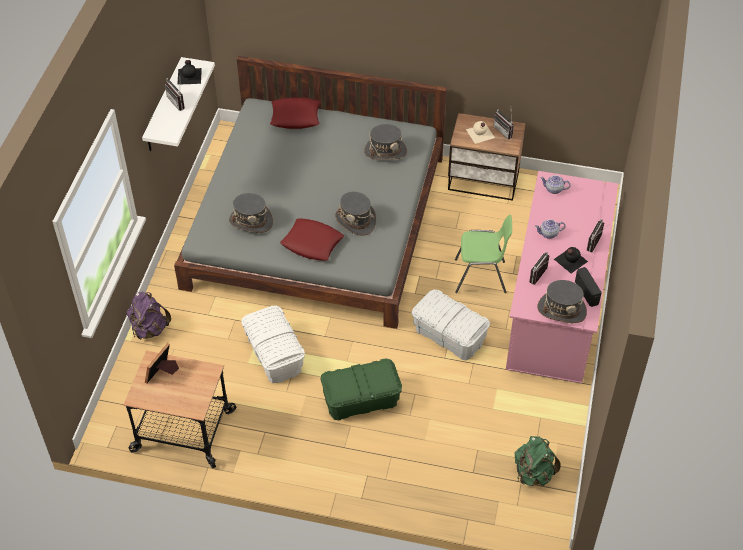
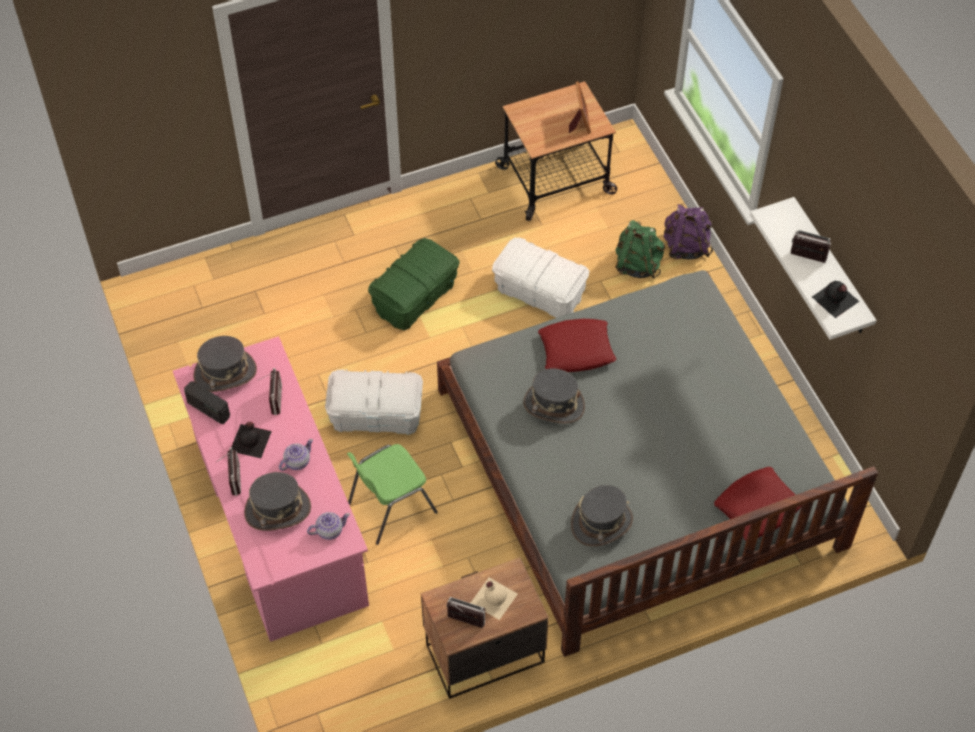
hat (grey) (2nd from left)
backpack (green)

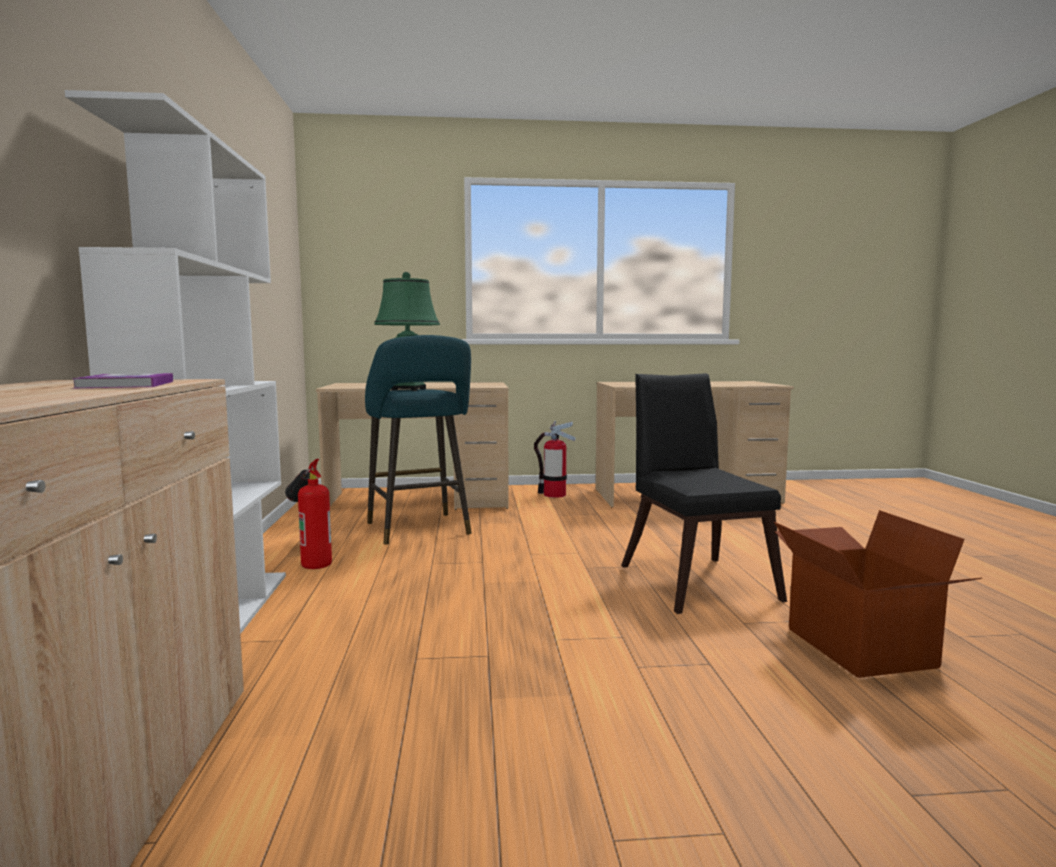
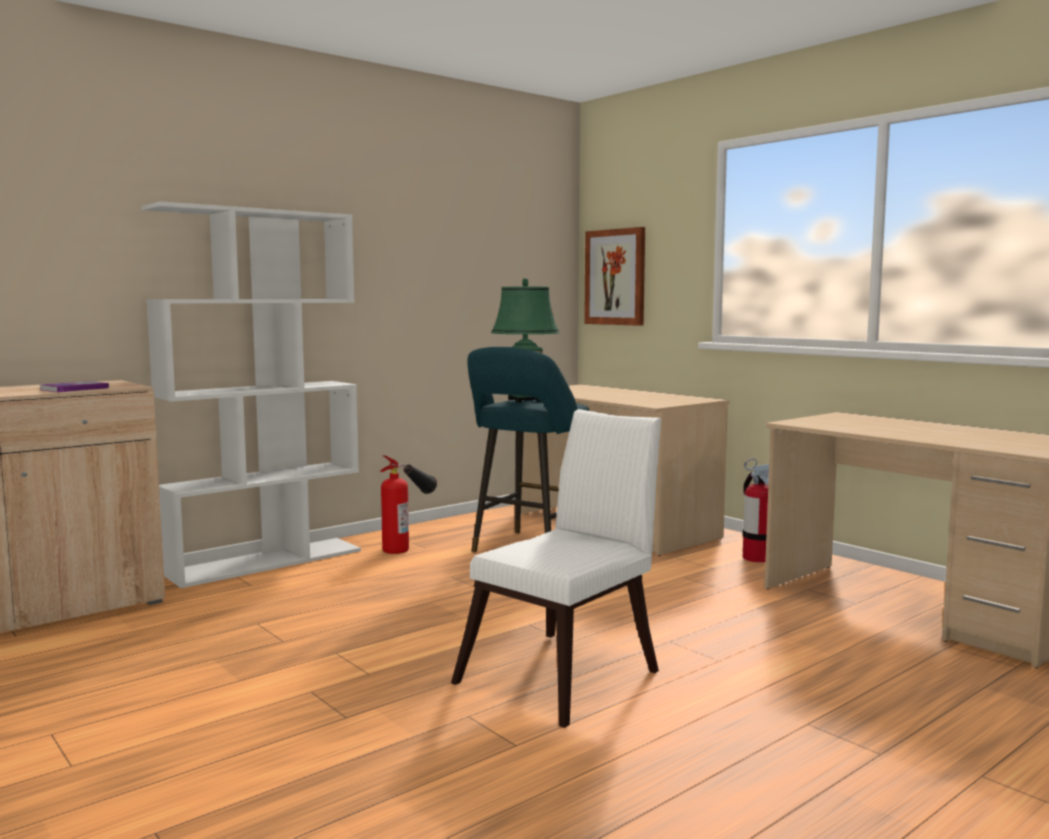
chair (white)
cardboard box
picture

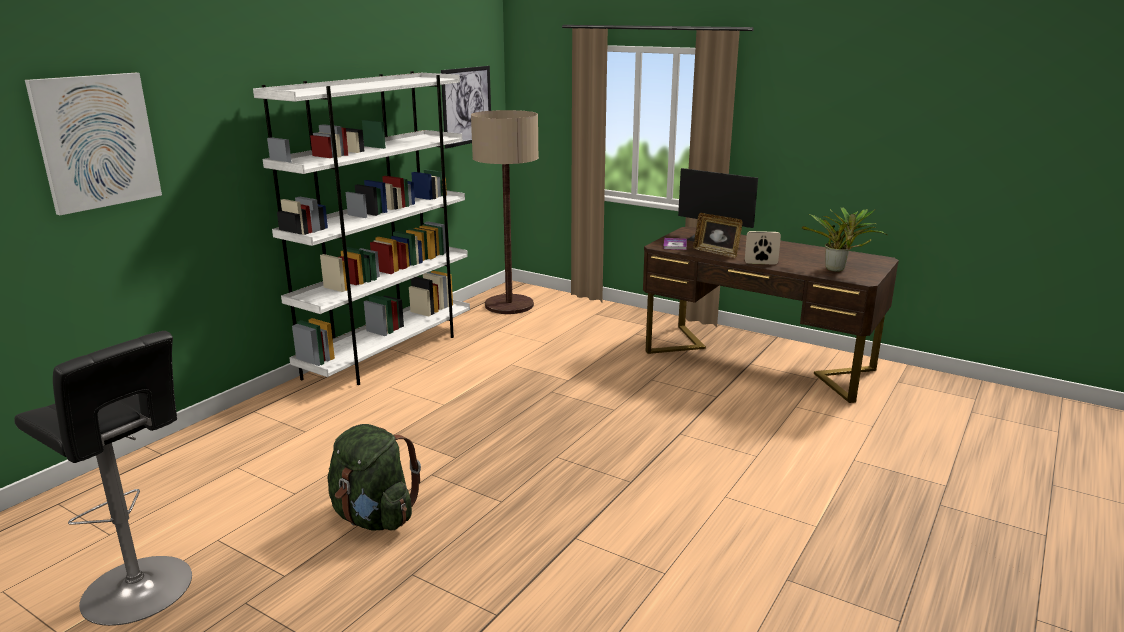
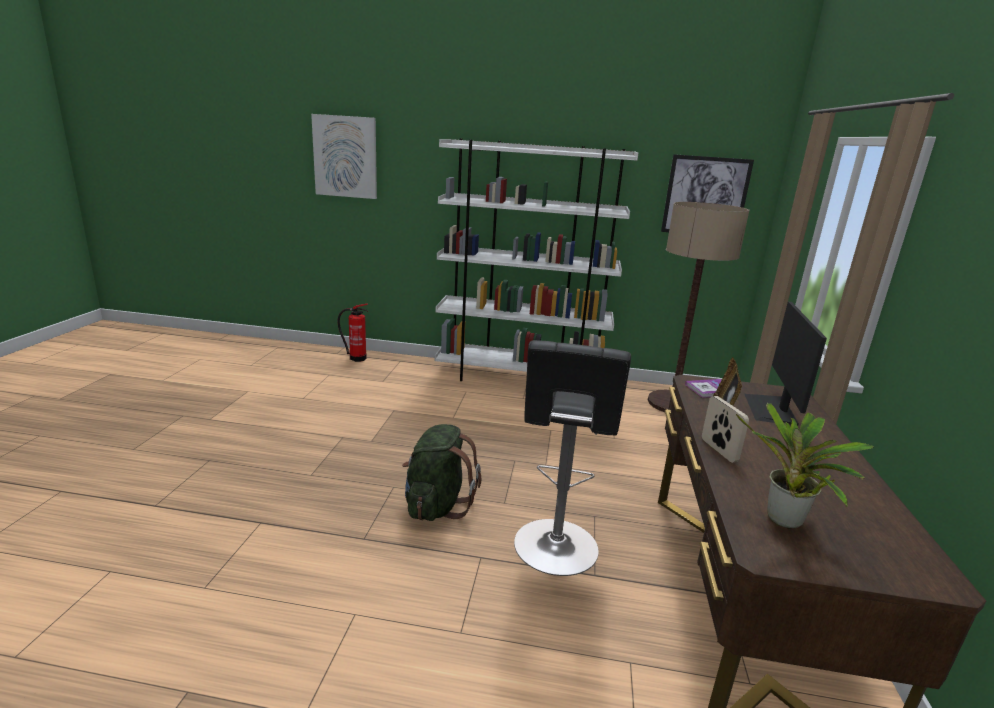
stool (black)
backpack (green)
fire extinguisher

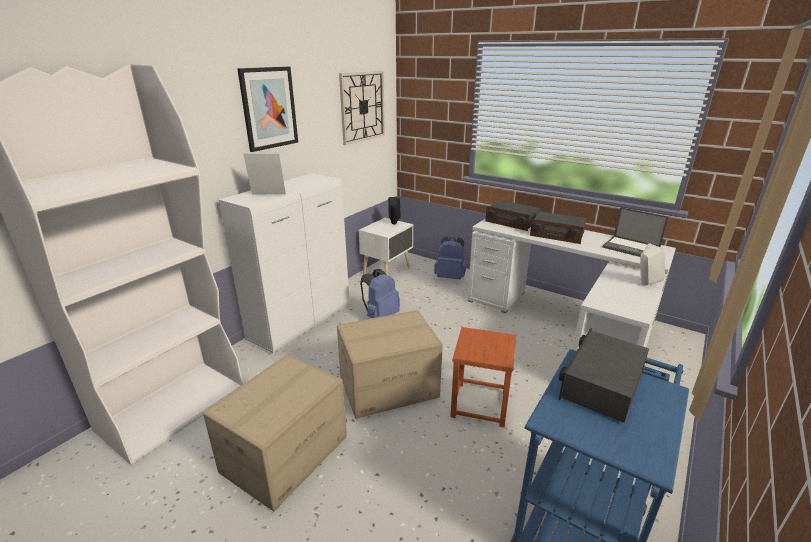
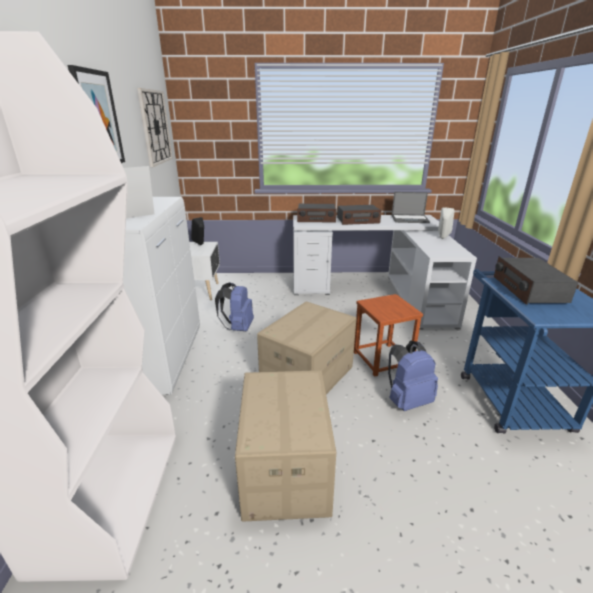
backpack (blue) (2nd from left)

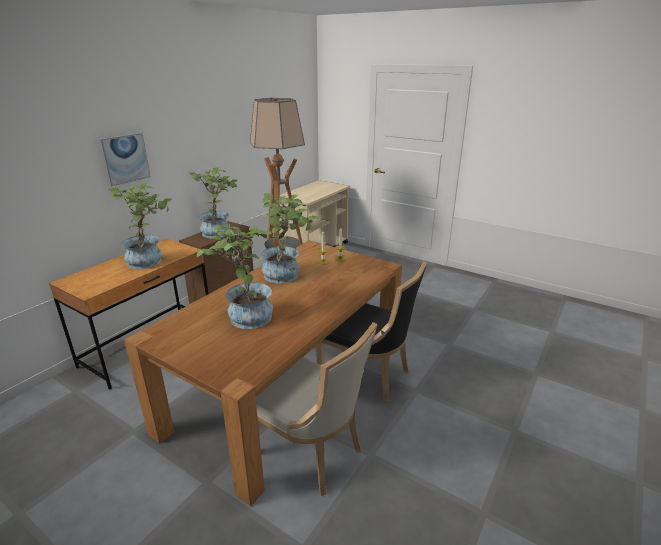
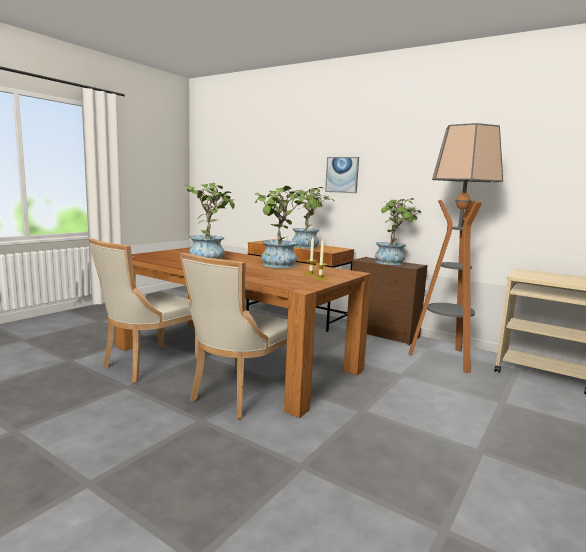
chair (beige) (2nd from left)

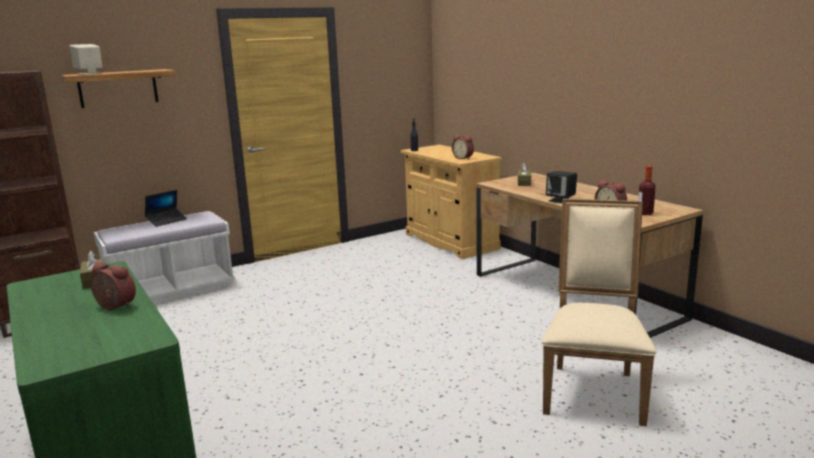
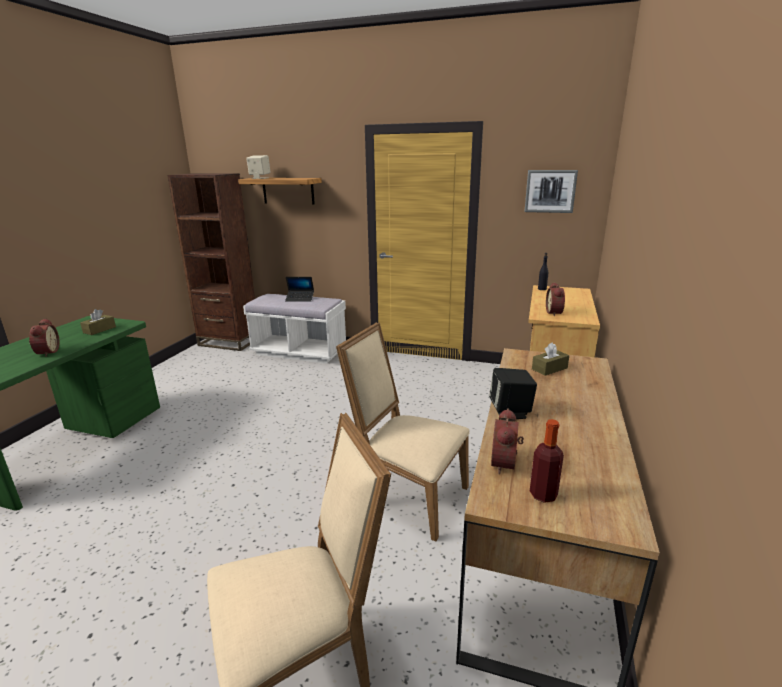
picture
chair (beige) (2nd from left)

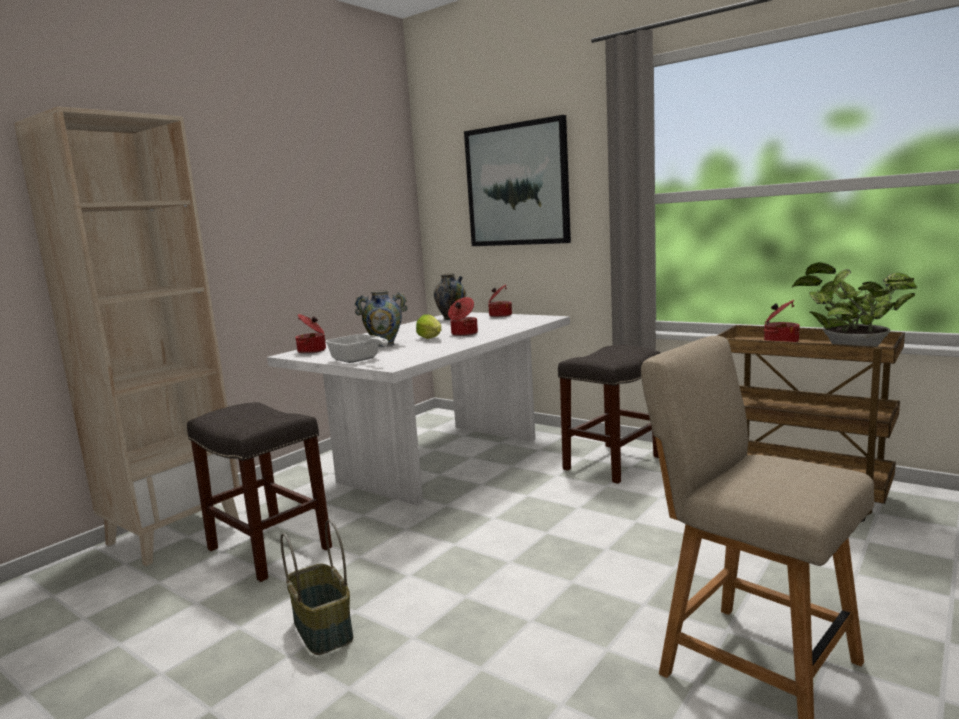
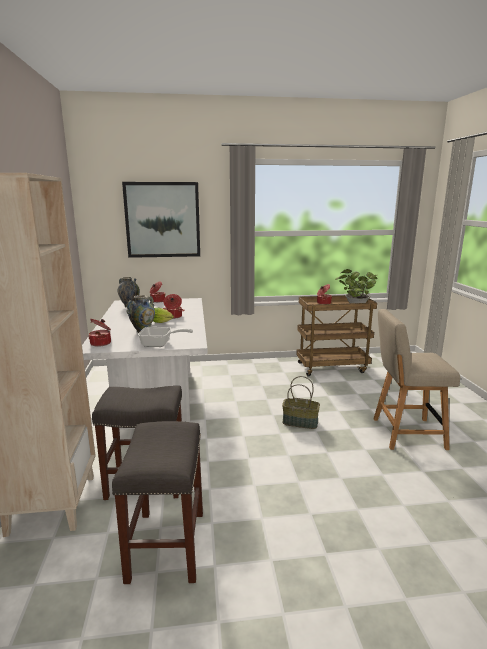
stool (grey) (2nd from left)
basket

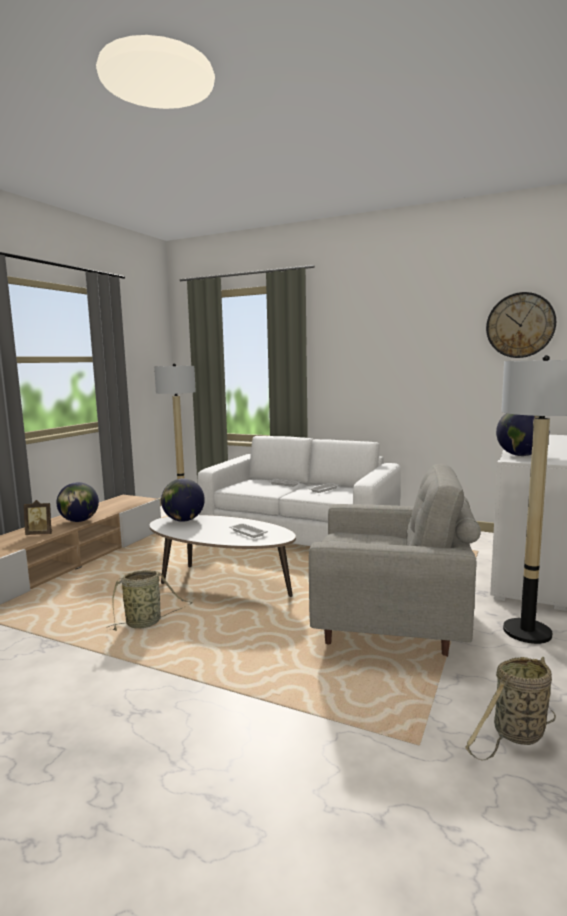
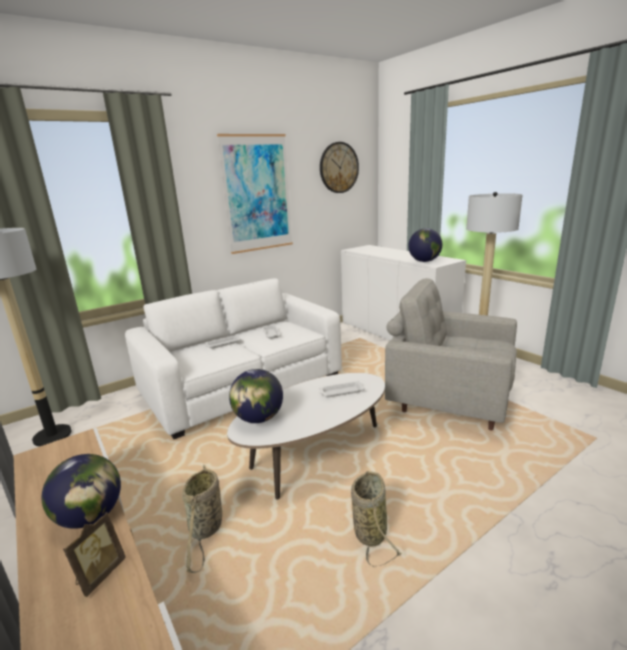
armchair (grey)
basket (1st from left)
picture

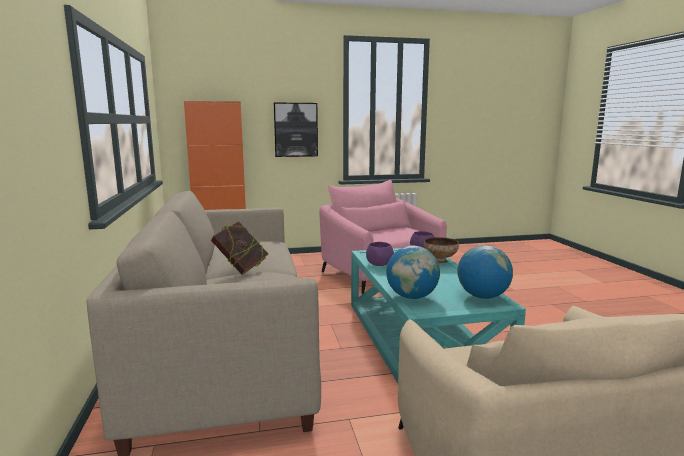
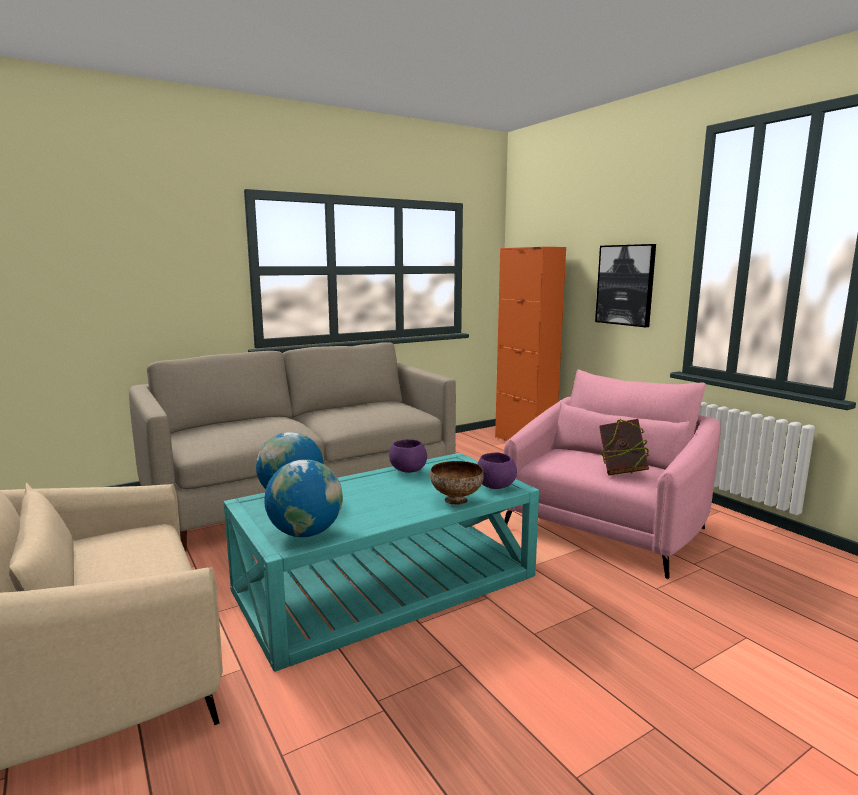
book

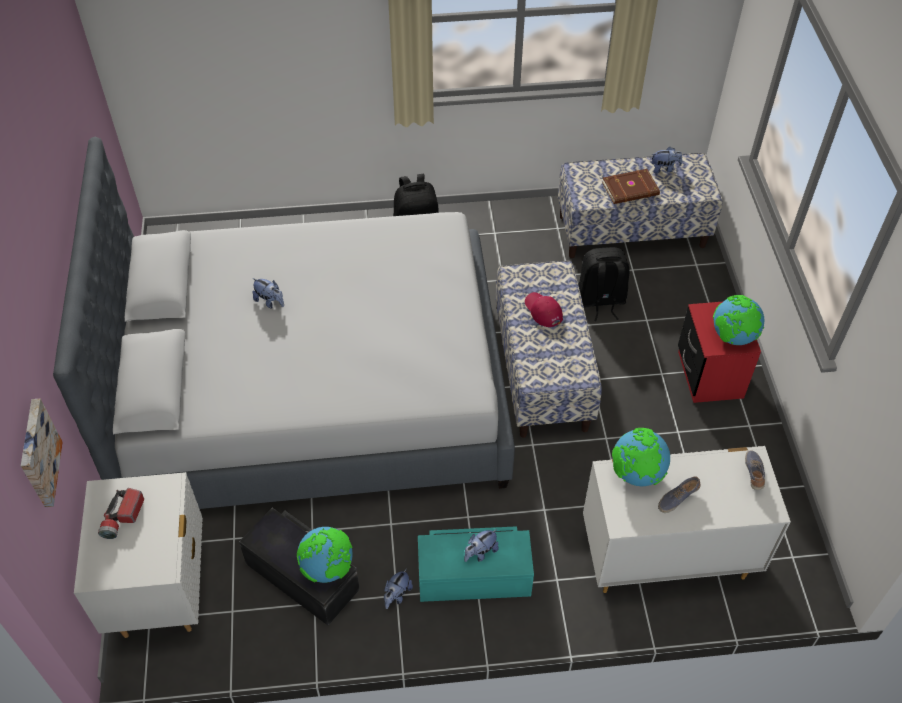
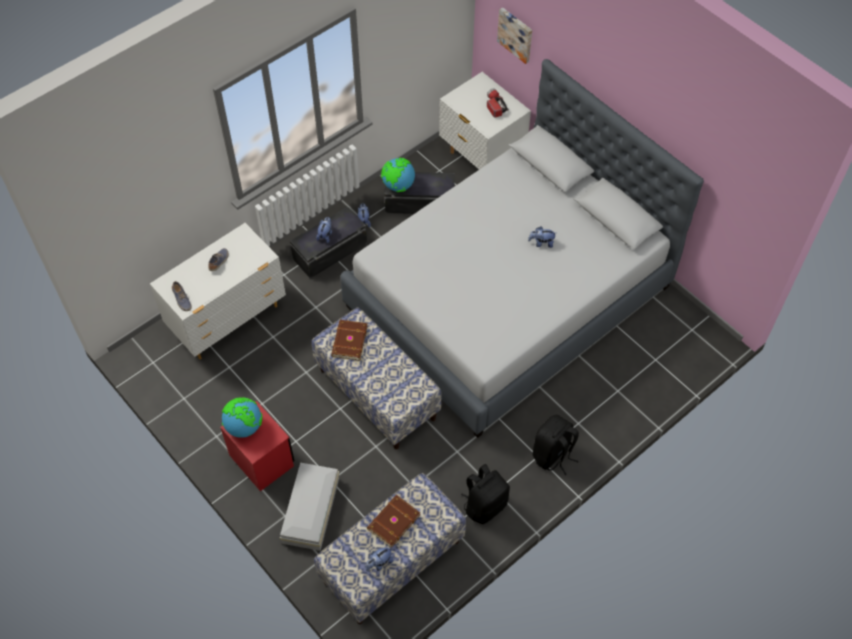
backpack (black) (1st from left)
cap (red)
globe (2nd from left in the first image)
storage box (black) (1st from left)
book (brown) (1st from left)
storage box (white)

